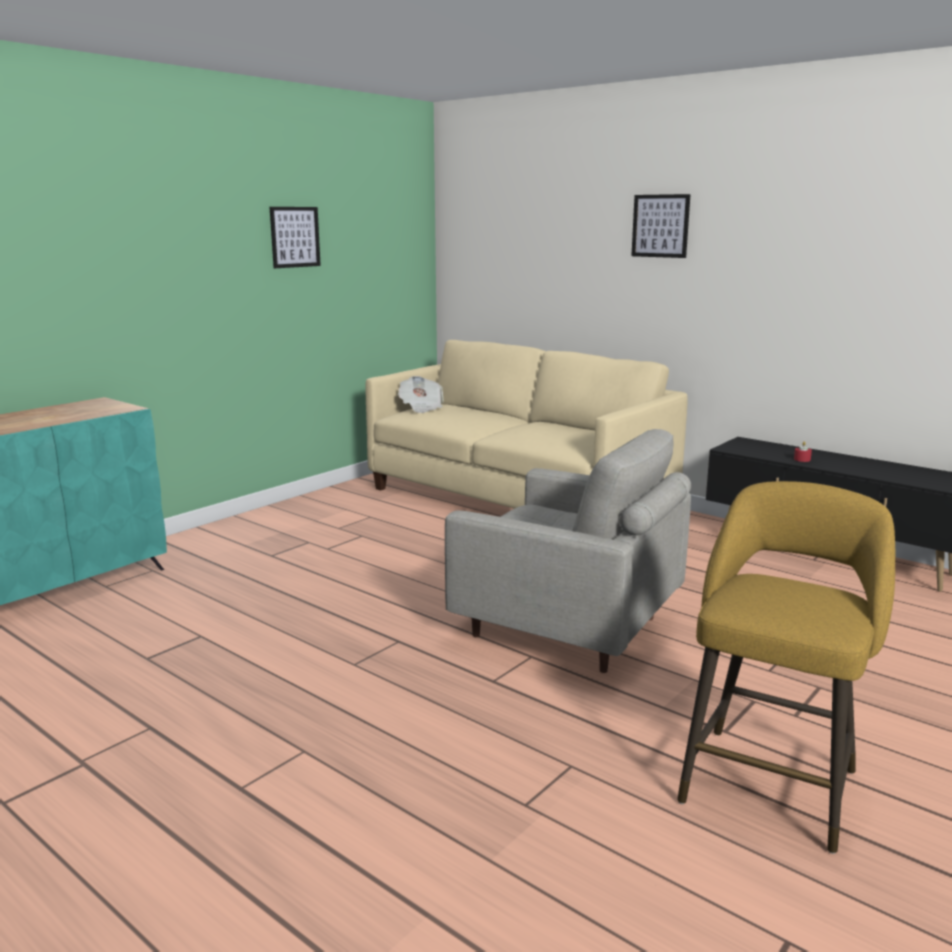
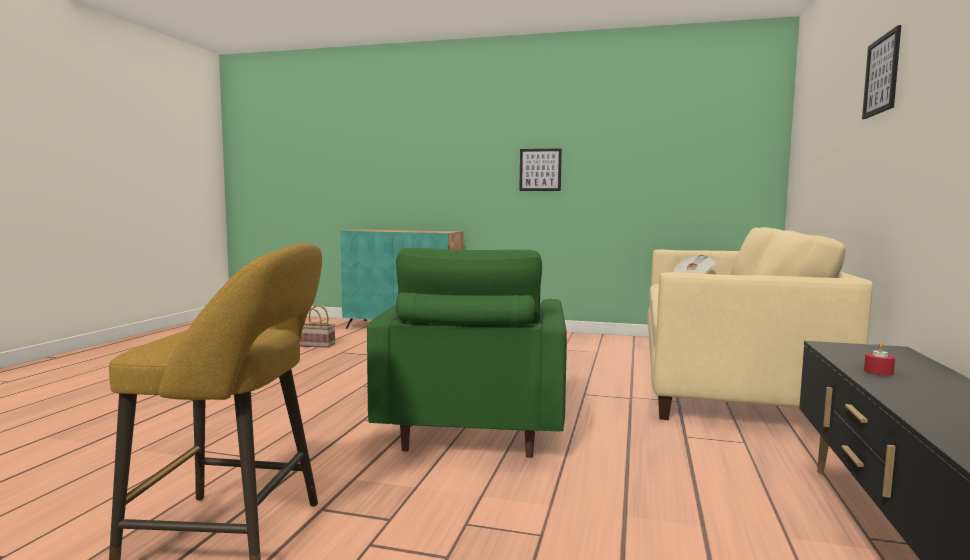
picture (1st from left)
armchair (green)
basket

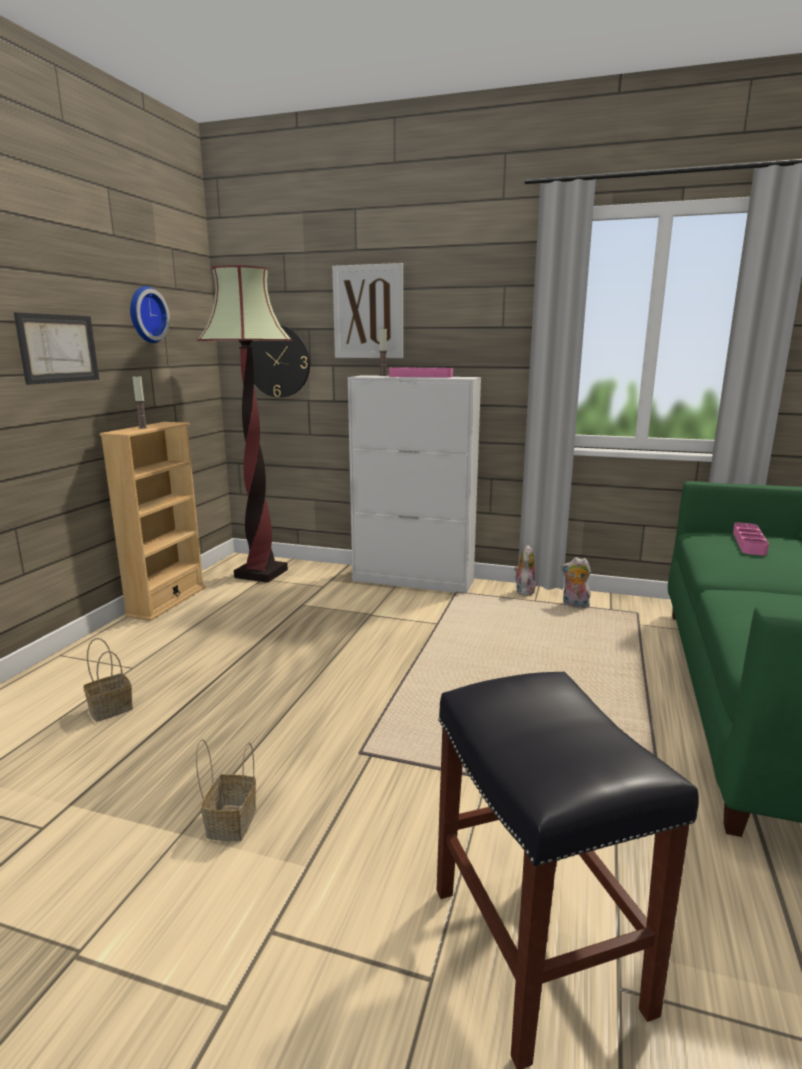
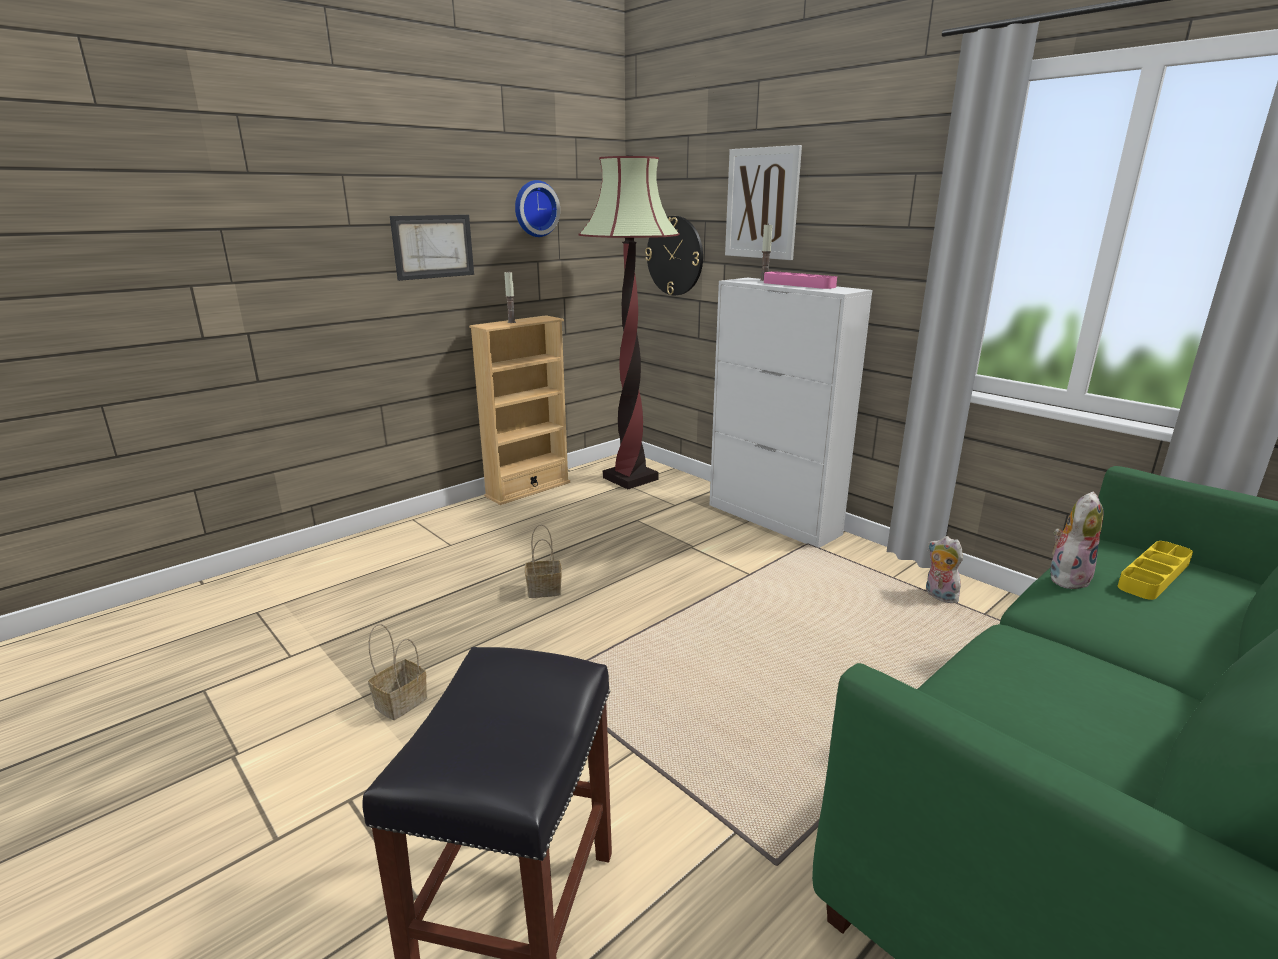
tray (yellow)
plush toy (2nd from left)
basket (2nd from left)

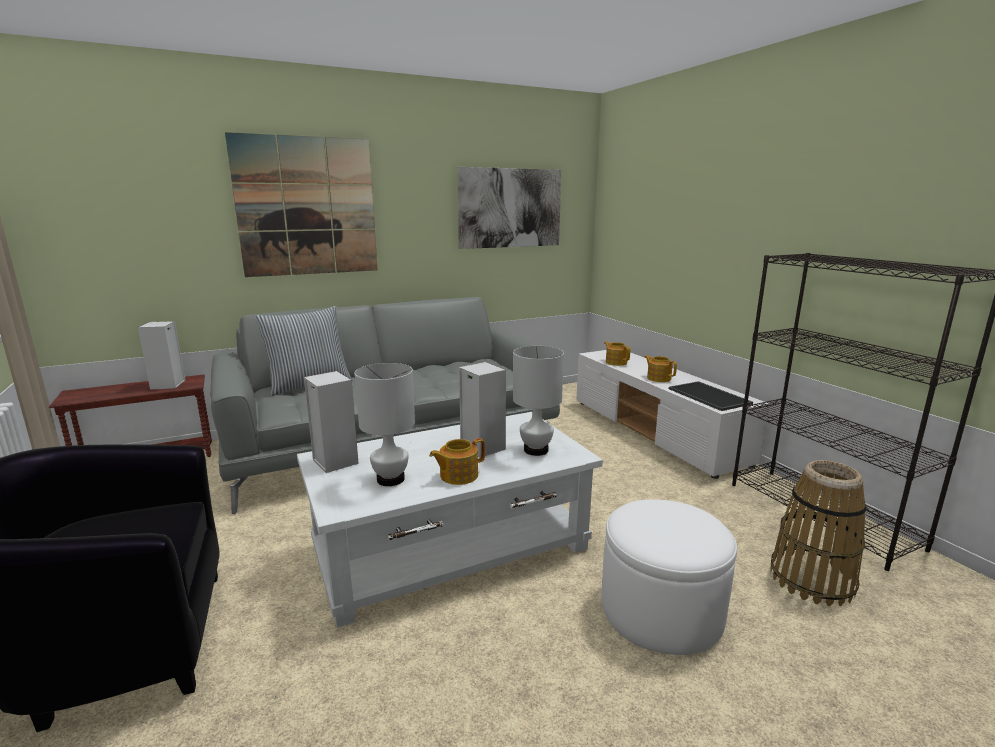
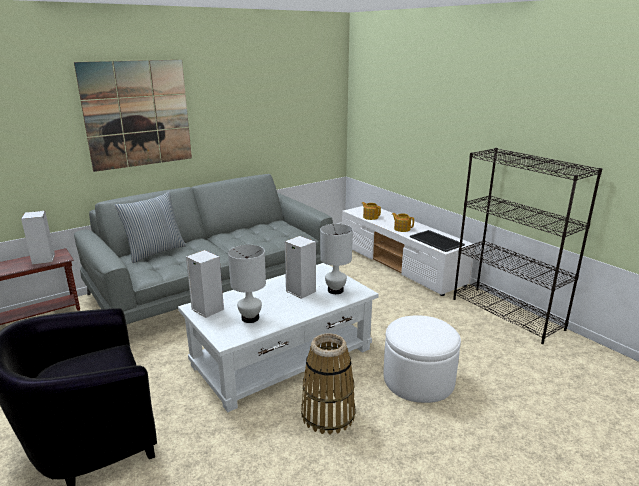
picture (2nd from left in the first image)
teapot (1st from left in the first image)
basket

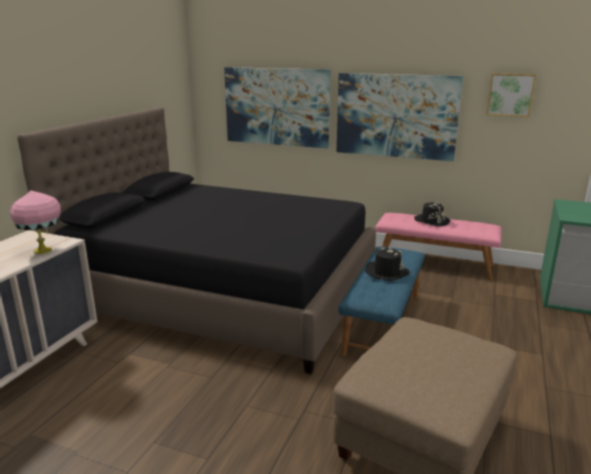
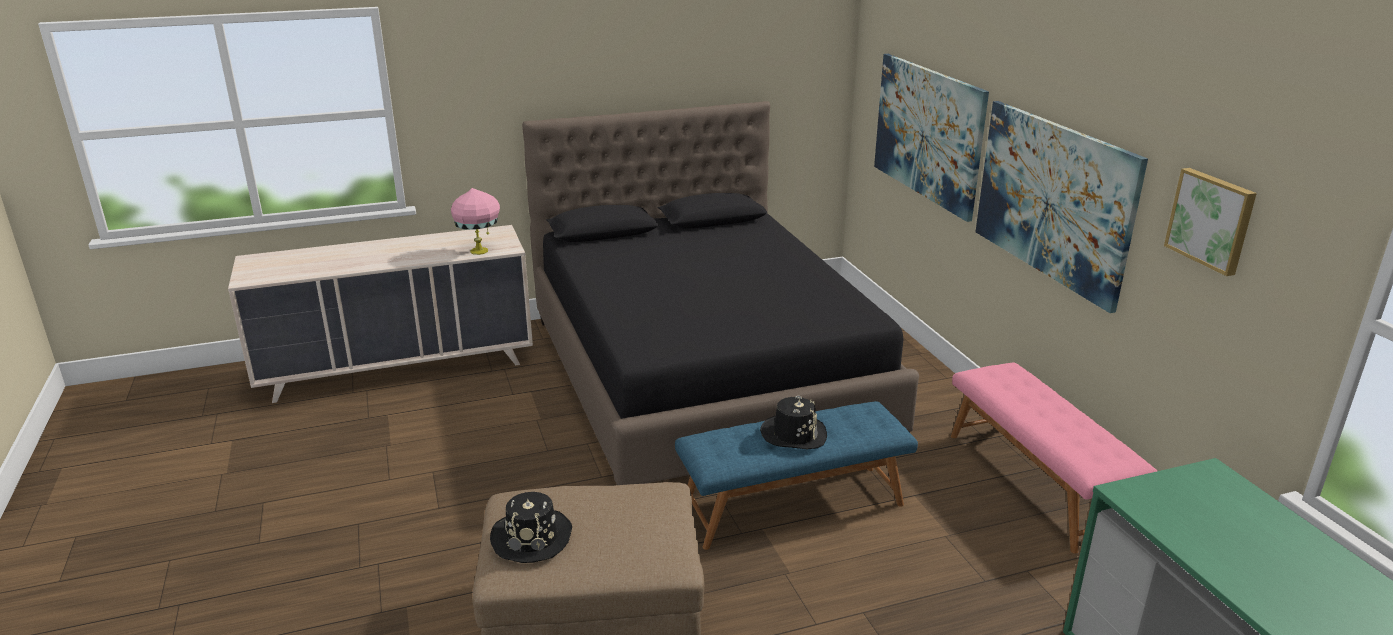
hat (black) (1st from left)

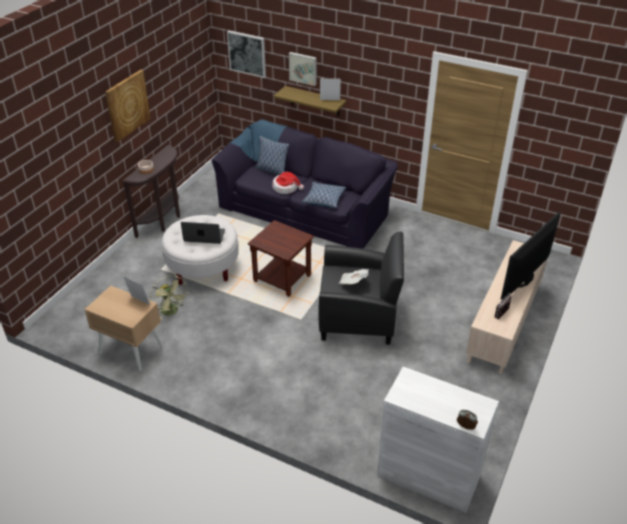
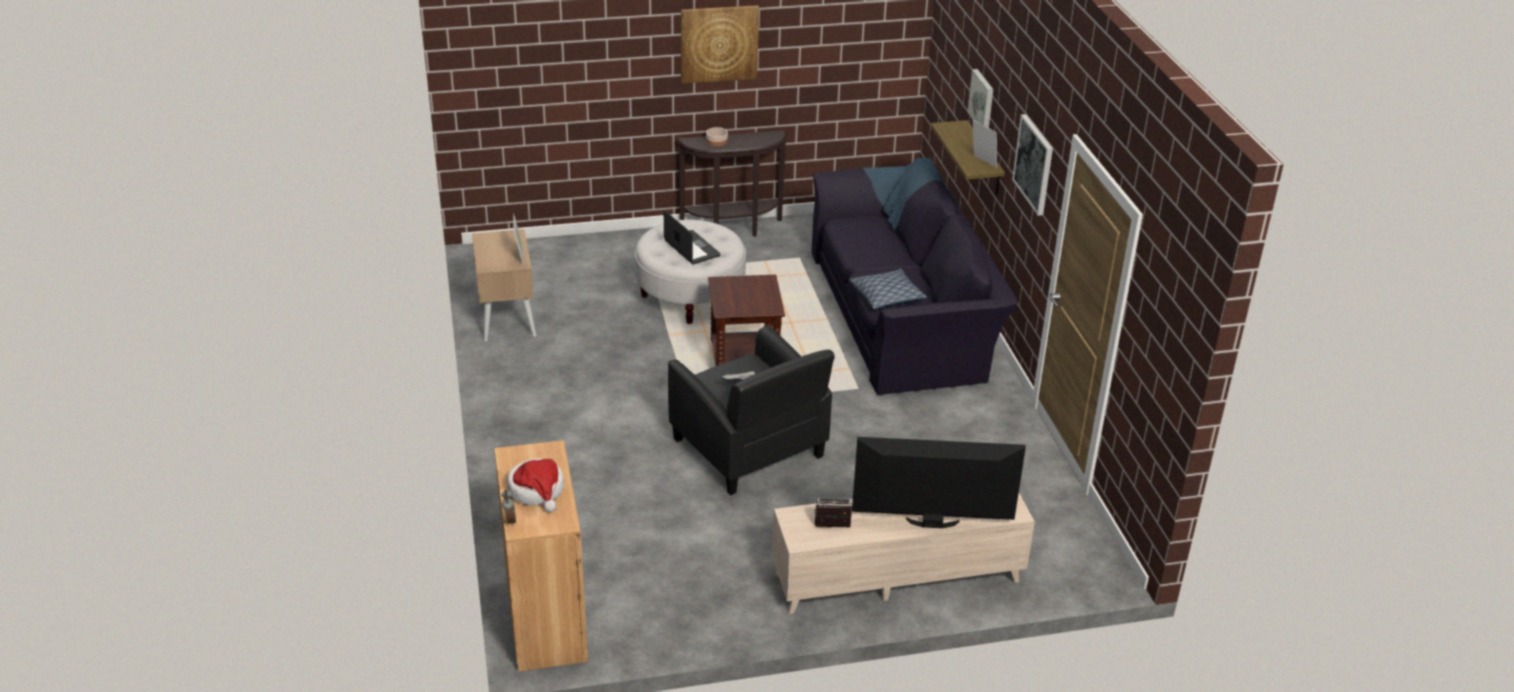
picture (3rd from left)
pillow (1st from left in the first image)
hat
fan (green)
cabinet (brown)

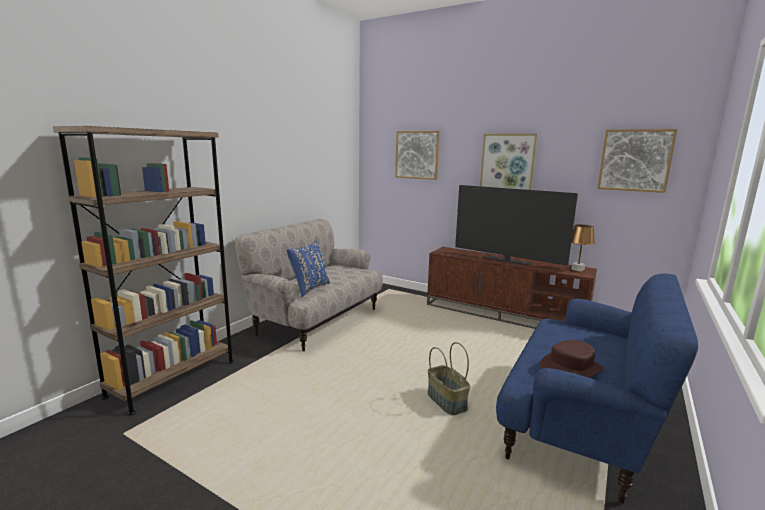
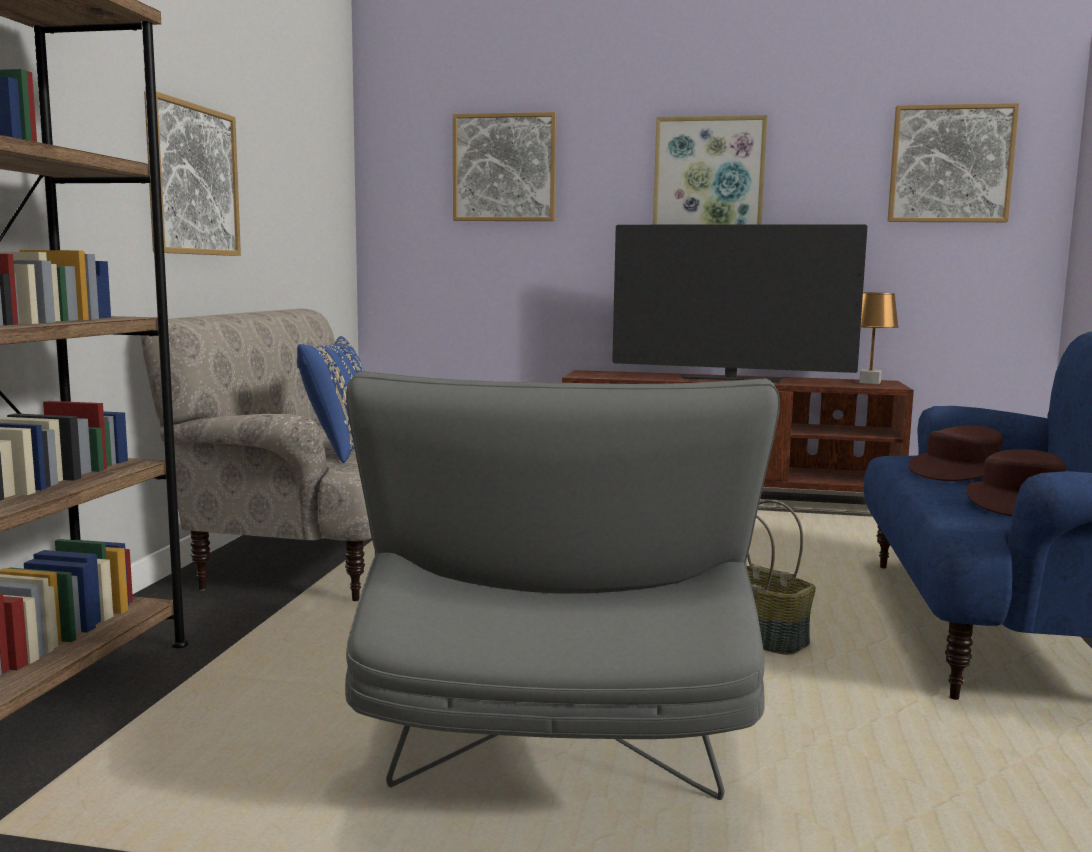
picture (1st from left)
armchair (grey)
hat (brown) (1st from left)

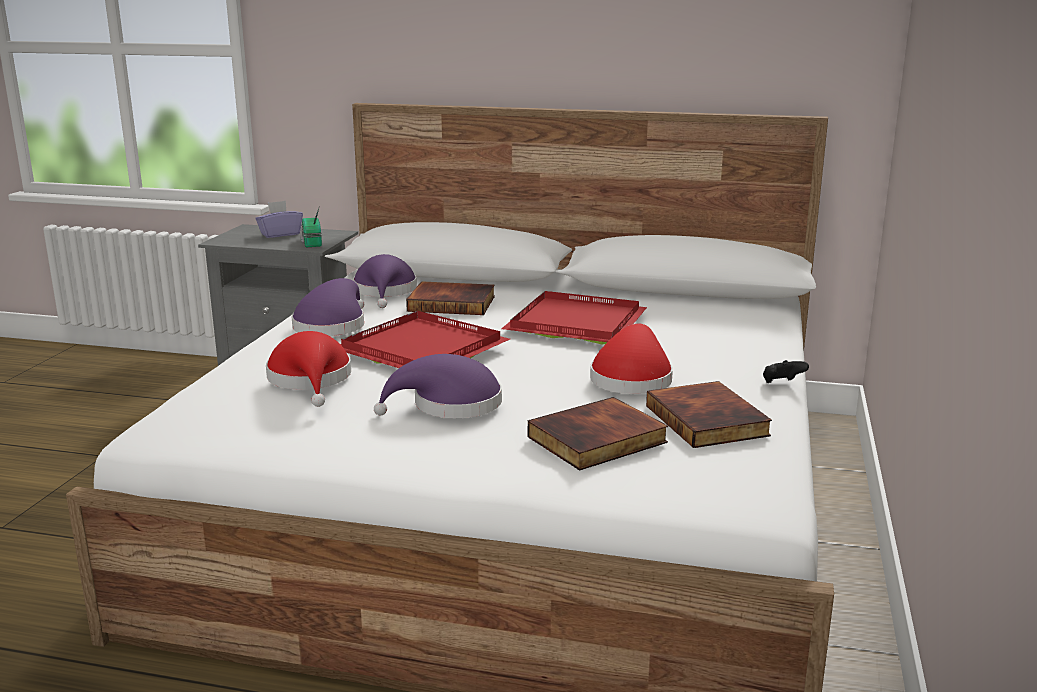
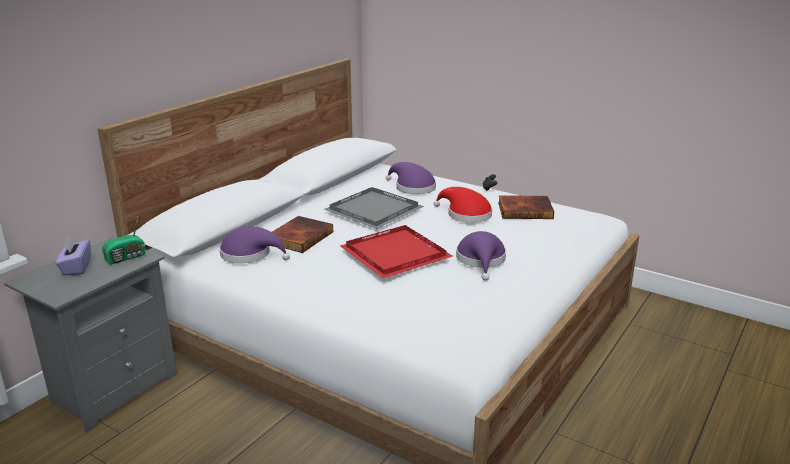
radio
hat (purple) (2nd from left)
tray (grey)
hat (red) (1st from left in the first image)
book (2nd from left in the first image)

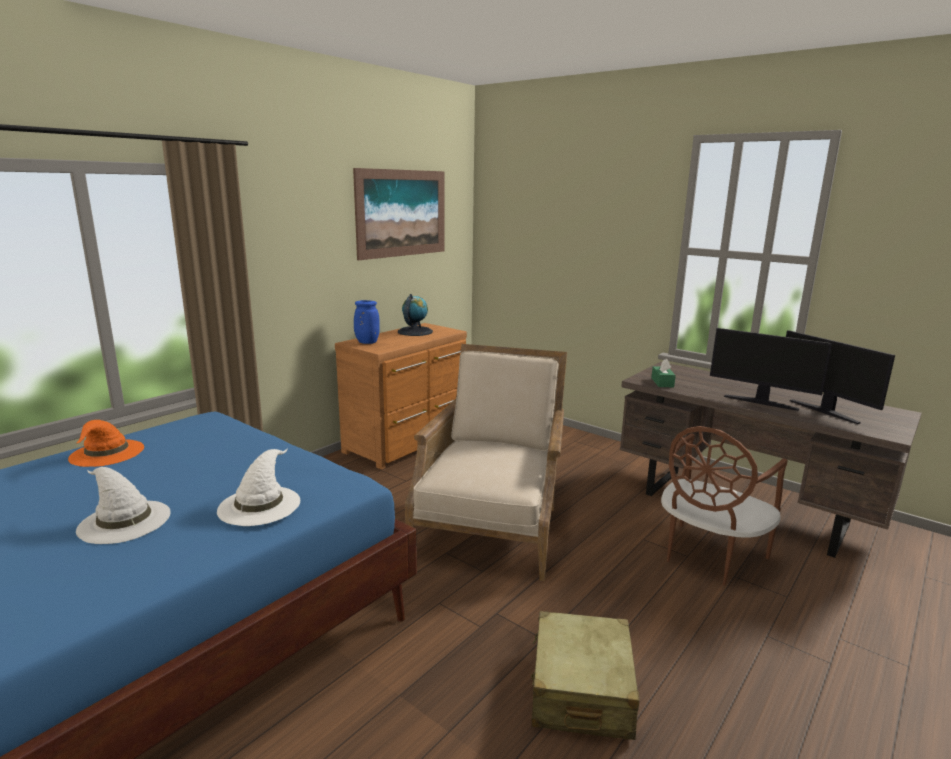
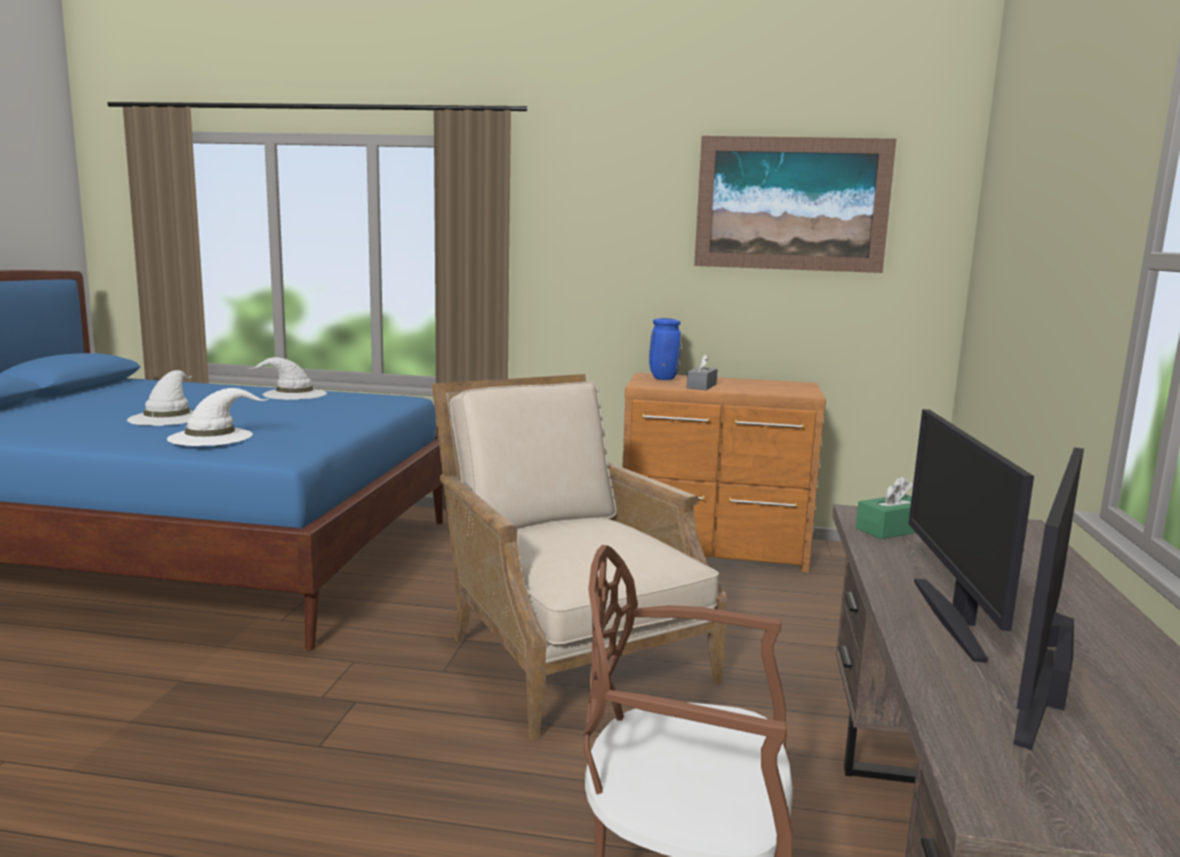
globe
armchair (beige)
hat (white) (3rd from left)
suitcase (beige)
tissue box (grey)

